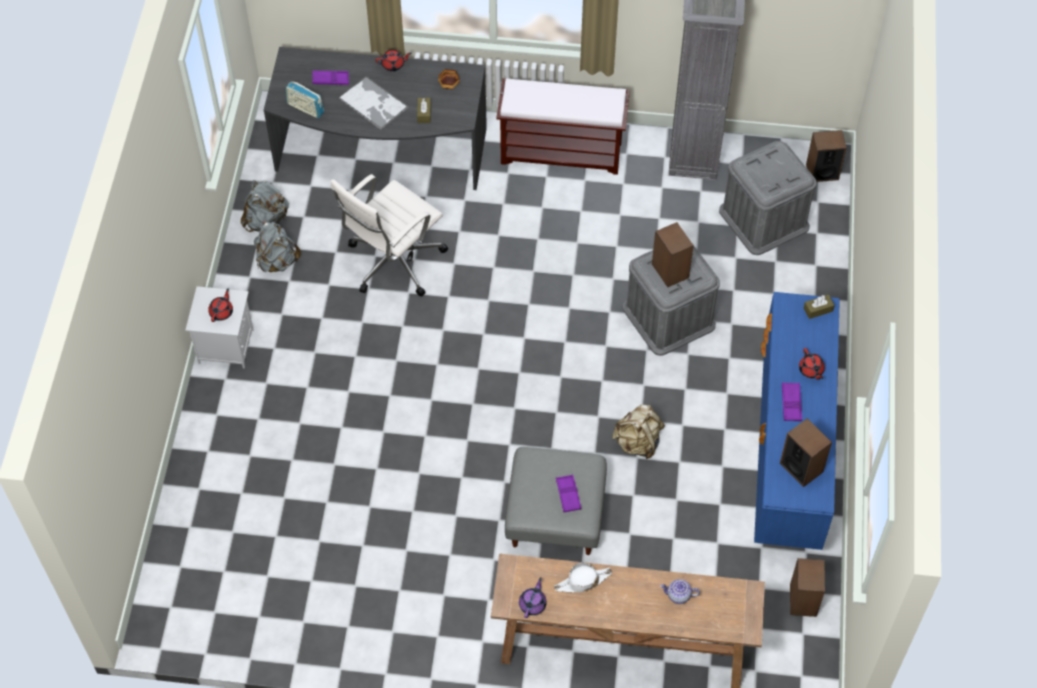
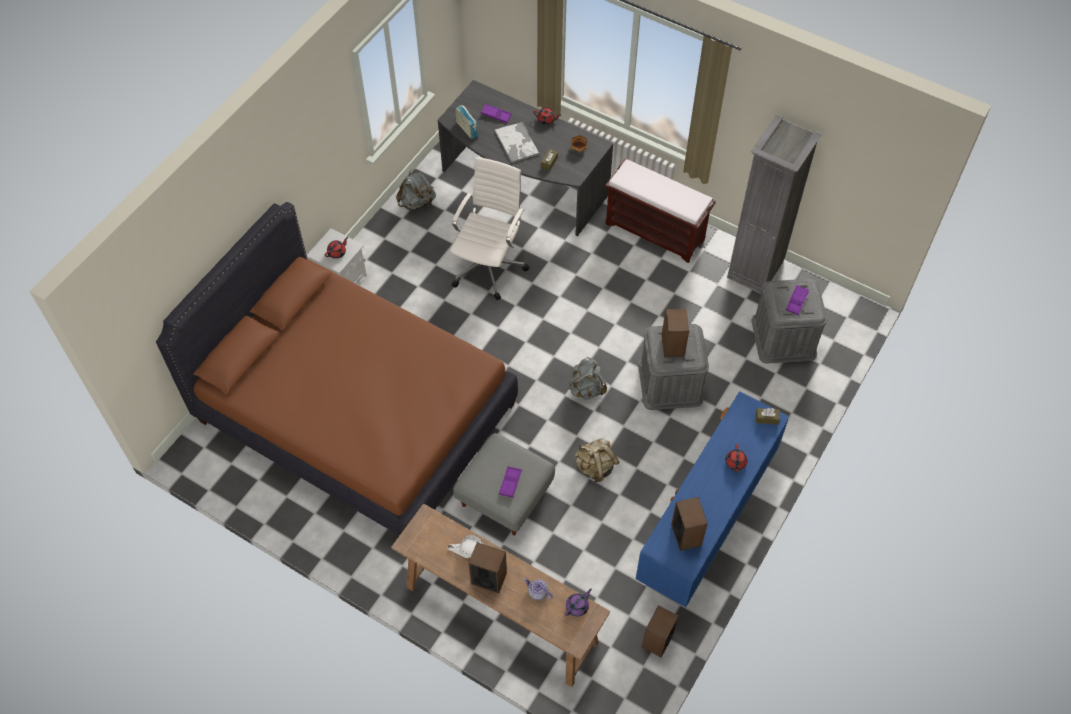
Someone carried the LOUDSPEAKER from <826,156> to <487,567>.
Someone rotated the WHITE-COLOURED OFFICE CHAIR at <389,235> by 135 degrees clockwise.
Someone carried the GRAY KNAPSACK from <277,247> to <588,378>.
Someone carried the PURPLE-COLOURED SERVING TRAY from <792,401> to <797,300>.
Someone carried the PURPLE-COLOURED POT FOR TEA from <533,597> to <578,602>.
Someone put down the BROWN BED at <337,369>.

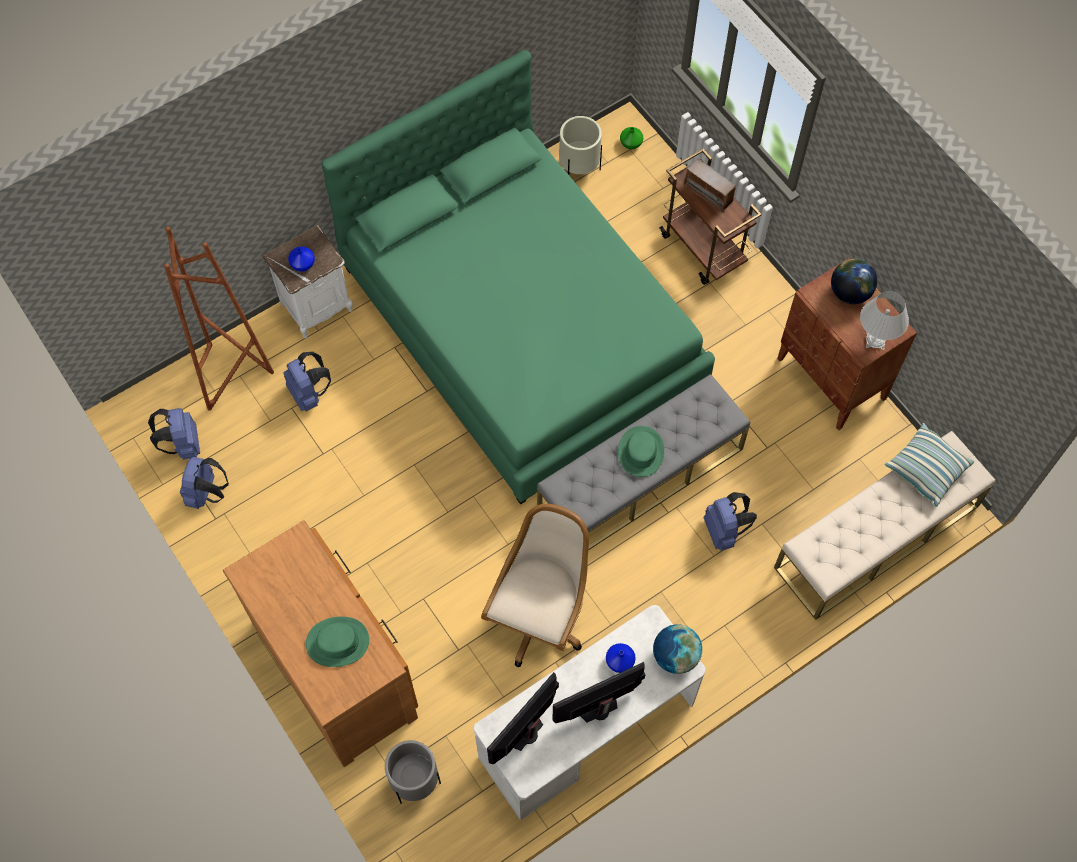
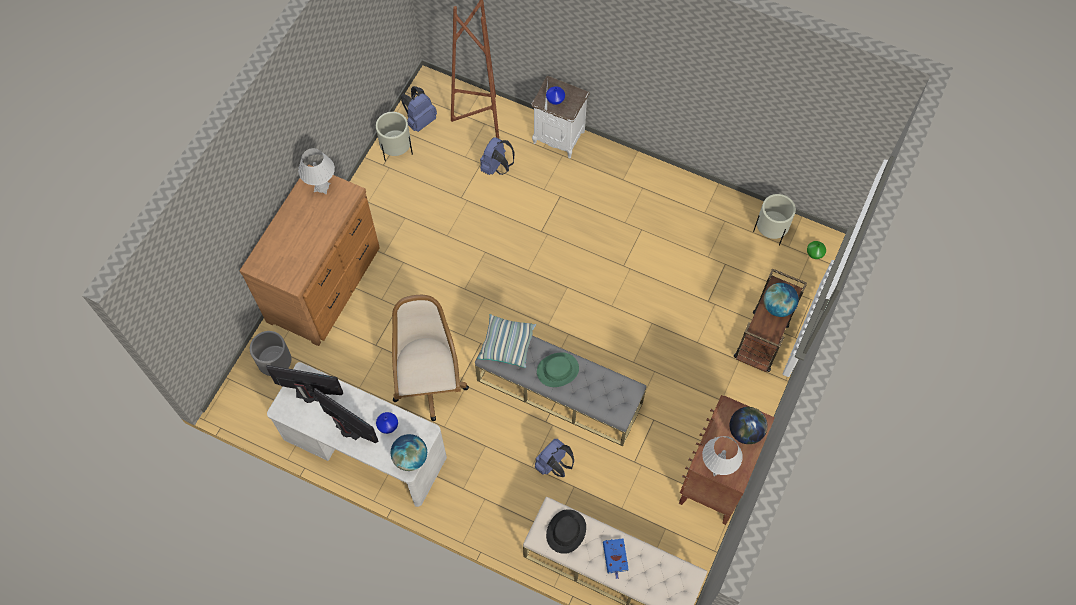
Someone took away the GREENISH BED at <518,277>.
Someone swapped the RADIO SET at <710,186> for the WORLD GLOBE at <781,300>.
Someone carried the CUSHION from <929,465> to <506,341>.
Someone swapped the BLUE KNAPSACK at <204,483> for the BEIGE-COLOURED PLANT POT at <394,137>.
Someone rotated the OFFICE CHAIR at <535,585> by 90 degrees counterclockwise.
Someone took away the GREENISH HAT at <337,642>.
Someone put down the WHITE-COLOURED TABLETOP LAMP at <316,171>.
Someone put down the BLACK-COLOURED HAT at <566,531>.
Someone put down the BLUE BOUND BOOK at <616,558>.

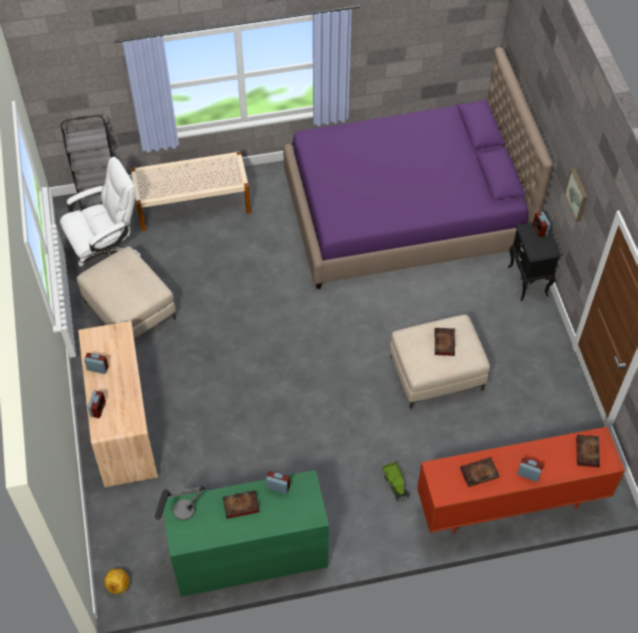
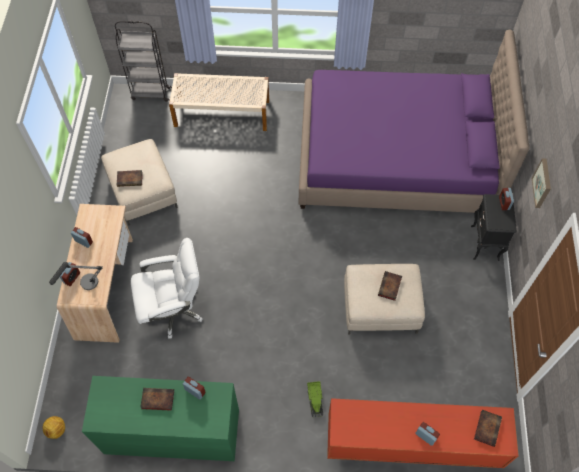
Someone carried the WHITE-COLOURED OFFICE CHAIR from <100,212> to <167,288>.
Someone carried the BOUND BOOK from <479,472> to <130,178>.
Someone carried the TABLETOP LAMP from <180,503> to <76,276>.

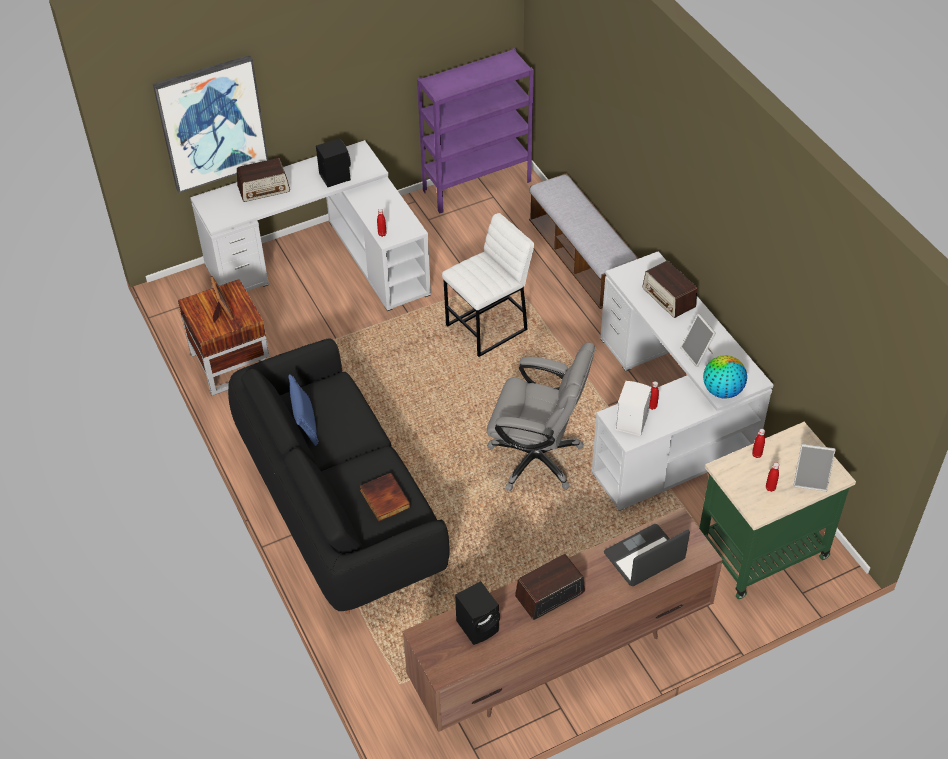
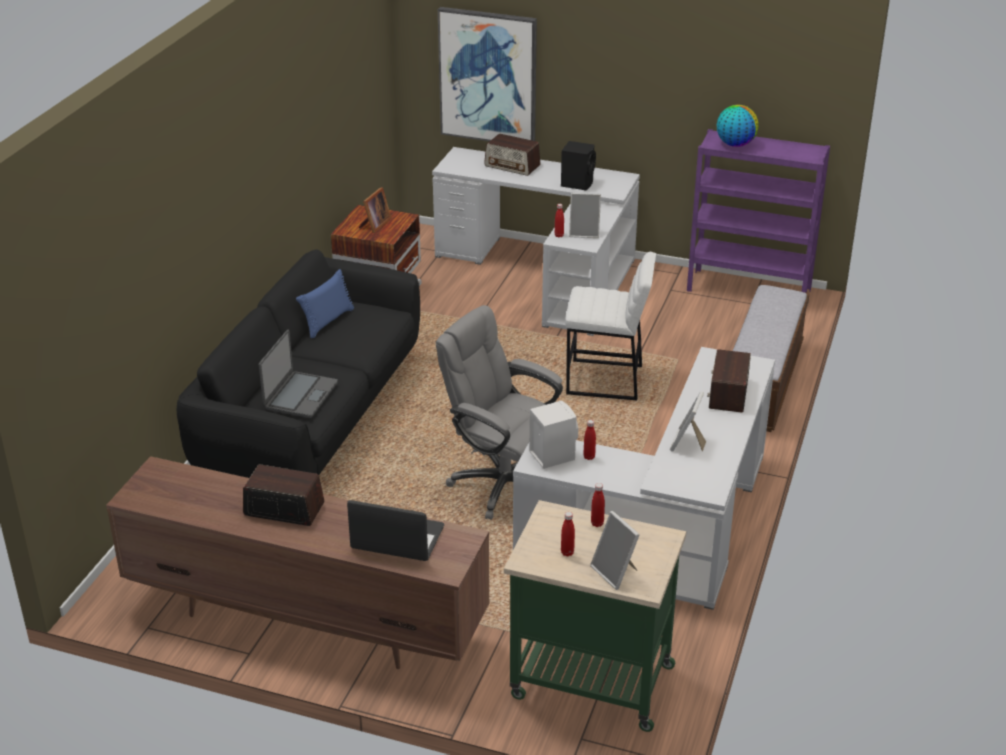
Someone rotated the GRAY OFFICE CHAIR at <541,417> by 150 degrees clockwise.
Someone carried the WORLD GLOBE from <725,377> to <738,126>.
Someone swapped the BOUND BOOK at <385,497> for the NOTEBOOK COMPUTER at <298,373>.
Someone took away the BLACK-COLOURED LOUDSPEAKER at <477,613>.
Someone put down the STANDING FRAME at <585,215>.

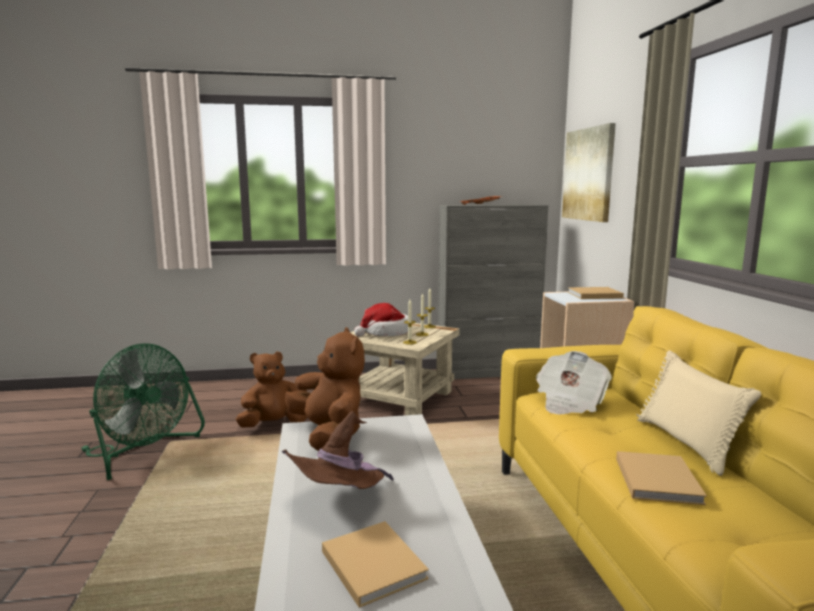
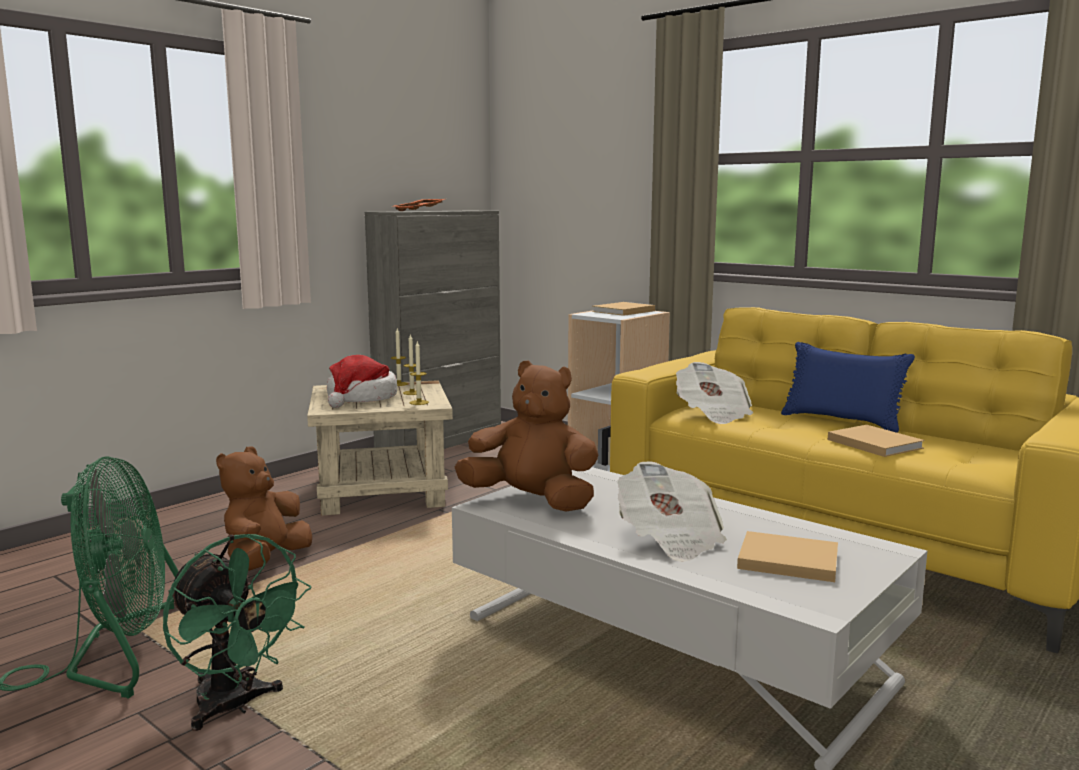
Someone took away the WALL PICTURE at <589,172>.
Someone repainted the BEIGE-COLOURED CUSHION at <698,413>, which became the BLUE CUSHION at <848,387>.
Someone swapped the BROWN HAT at <337,450> for the PRINTED PAPER at <672,511>.
Someone put down the GREENISH ELECTRIC FAN at <237,632>.

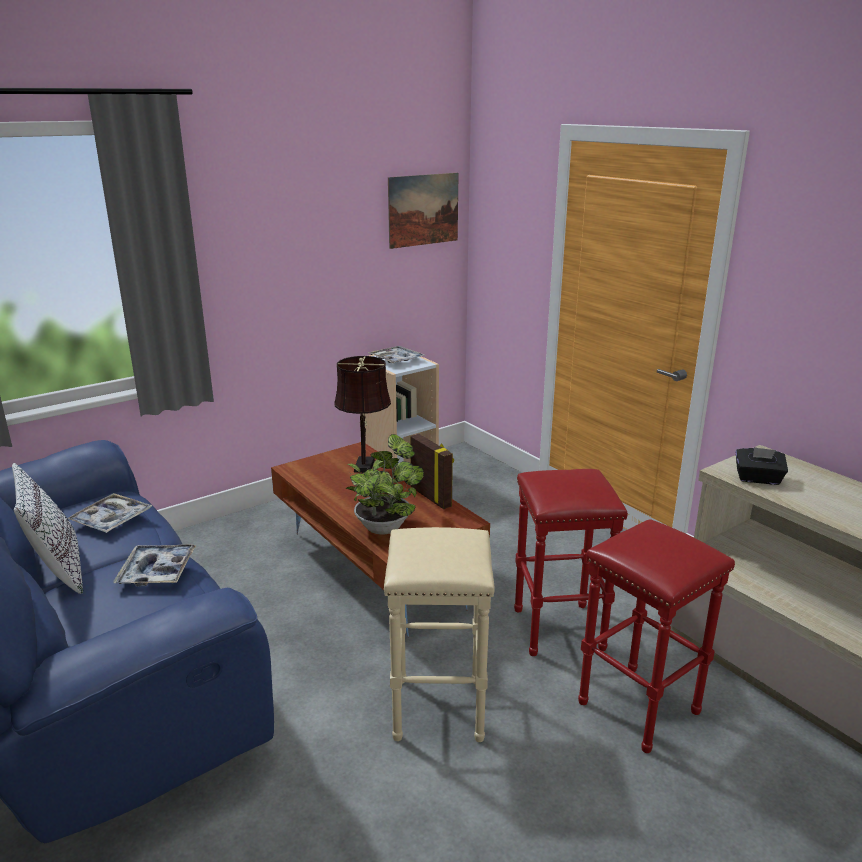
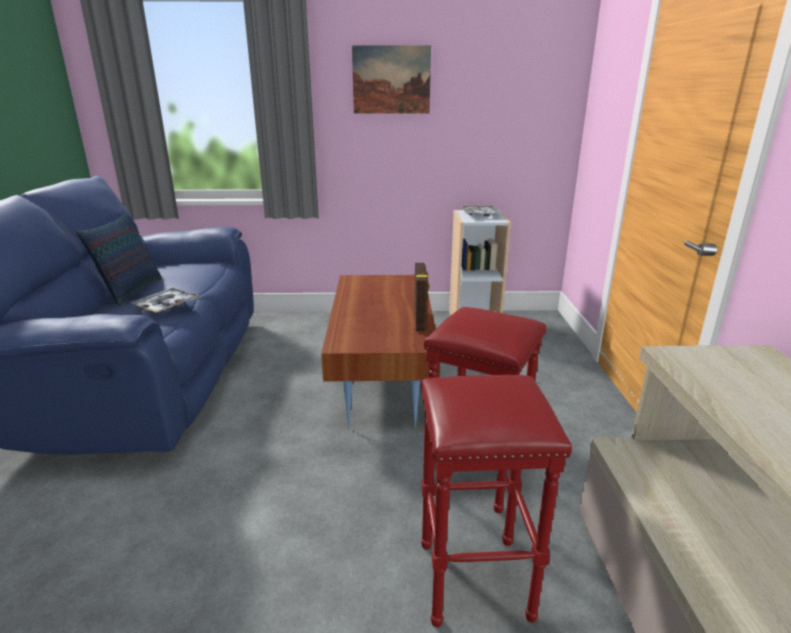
Someone carried the WALL PICTURE from <423,211> to <391,79>.
Someone took away the BROWN TABLETOP LAMP at <362,414>.
Someone took away the HOUSEPLANT at <385,484>.
Someone took away the BLACK-COLOURED TISSUE BOX at <762,466>.
Someone repainted the WHITE-COLOURED CUSHION at <47,528>, which became the BLUE CUSHION at <119,260>.
Someone took away the SERVING TRAY at <109,513>.
Someone took away the BEIGE-COLOURED STOOL SEAT at <439,634>.

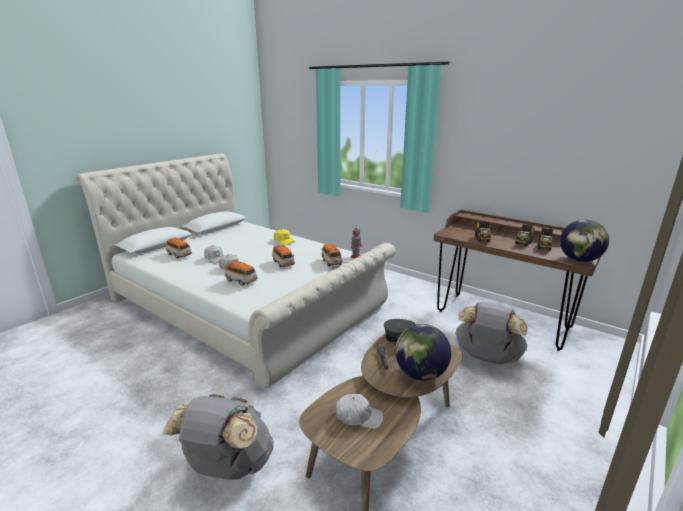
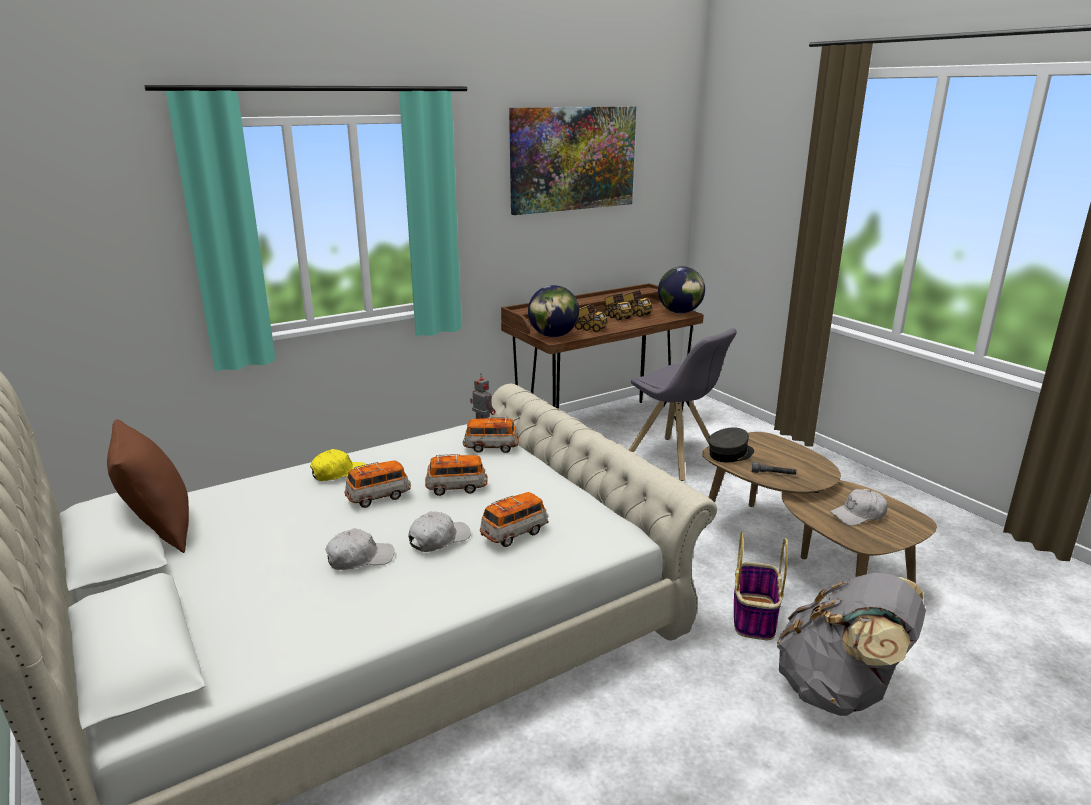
Someone carried the MODEL CAR from <179,248> to <377,484>.
Someone swapped the GRAY KNAPSACK at <491,333> for the GRAY PLAIN CHAIR at <683,404>.
Someone carried the WORLD GLOBE from <423,352> to <553,311>.
Someone rotated the WHITE-COLOURED PEAKED CAP at <360,411> by 135 degrees counterclockwise.
Someone put up the WALL PICTURE at <572,160>.
Someone put down the BROWN CUSHION at <148,486>.
Someone put down the STORAGE BASKET at <761,586>.

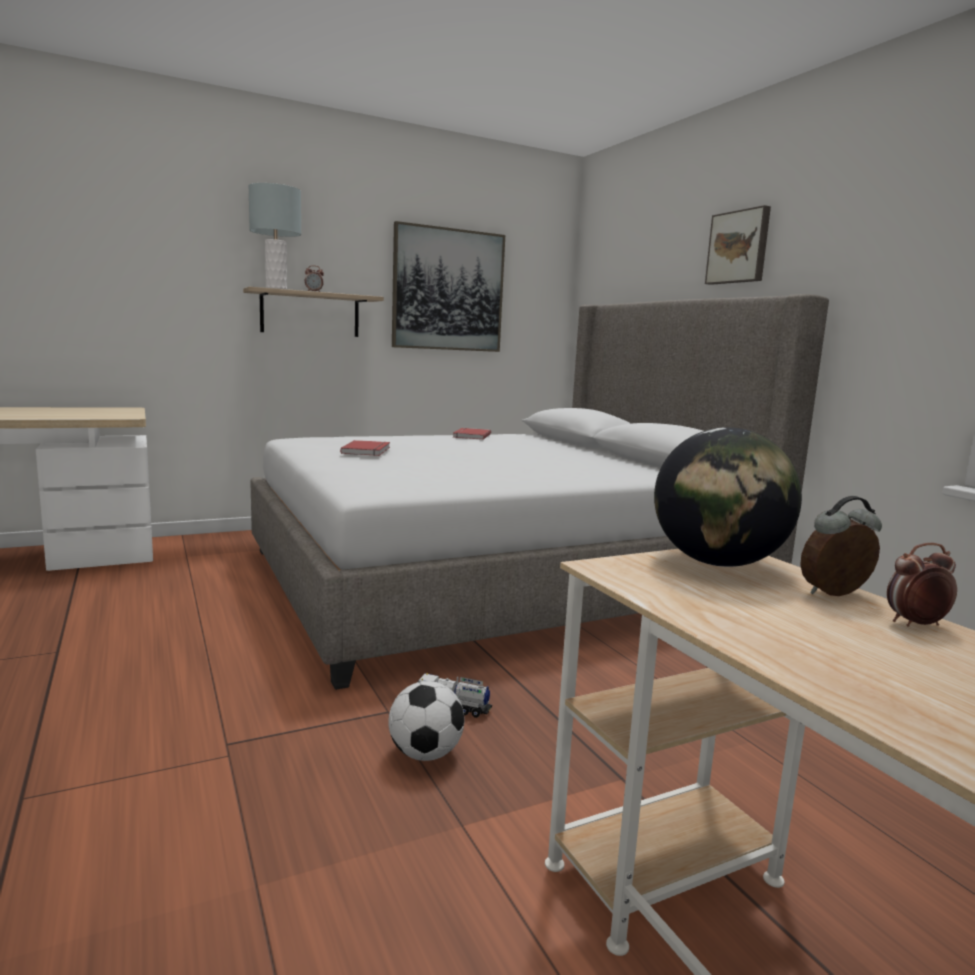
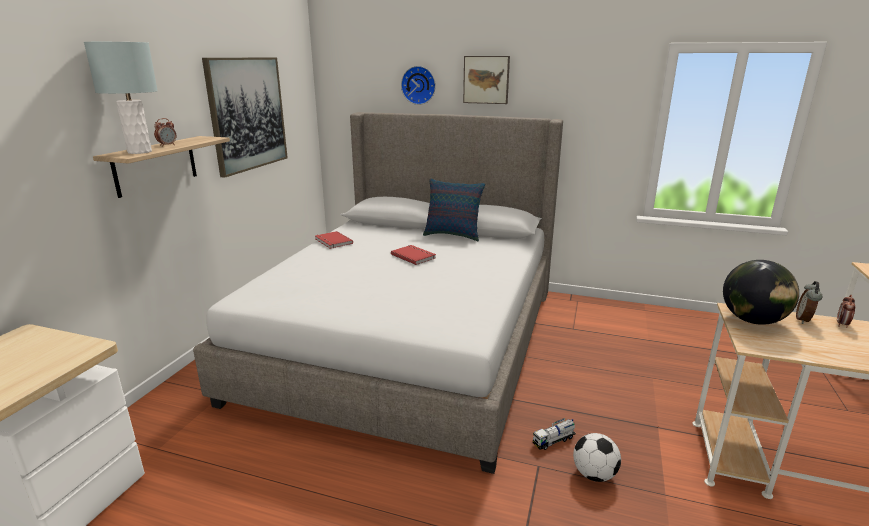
Someone carried the RED BOUND BOOK from <365,448> to <413,255>.
Someone put up the WALL CLOCK at <418,85>.
Someone put down the BLUE CUSHION at <454,209>.

